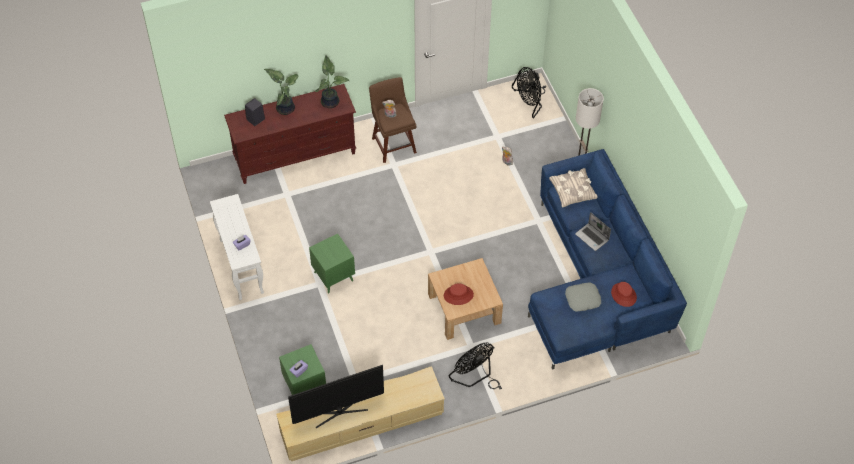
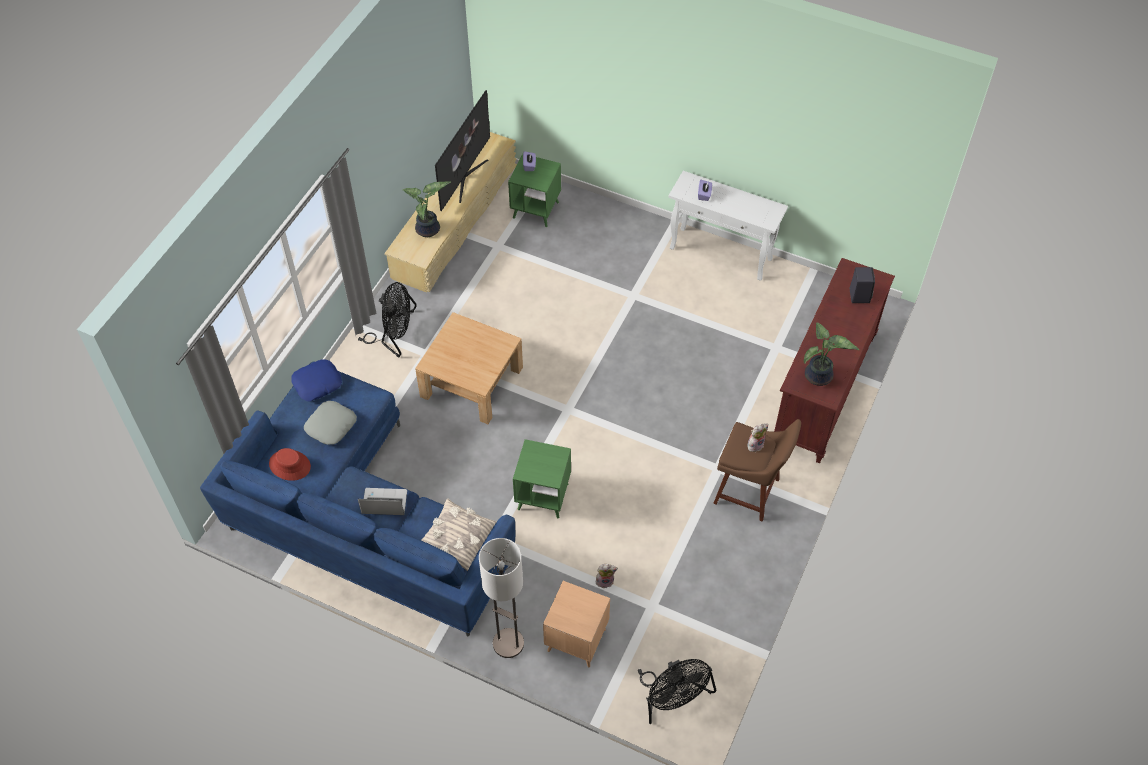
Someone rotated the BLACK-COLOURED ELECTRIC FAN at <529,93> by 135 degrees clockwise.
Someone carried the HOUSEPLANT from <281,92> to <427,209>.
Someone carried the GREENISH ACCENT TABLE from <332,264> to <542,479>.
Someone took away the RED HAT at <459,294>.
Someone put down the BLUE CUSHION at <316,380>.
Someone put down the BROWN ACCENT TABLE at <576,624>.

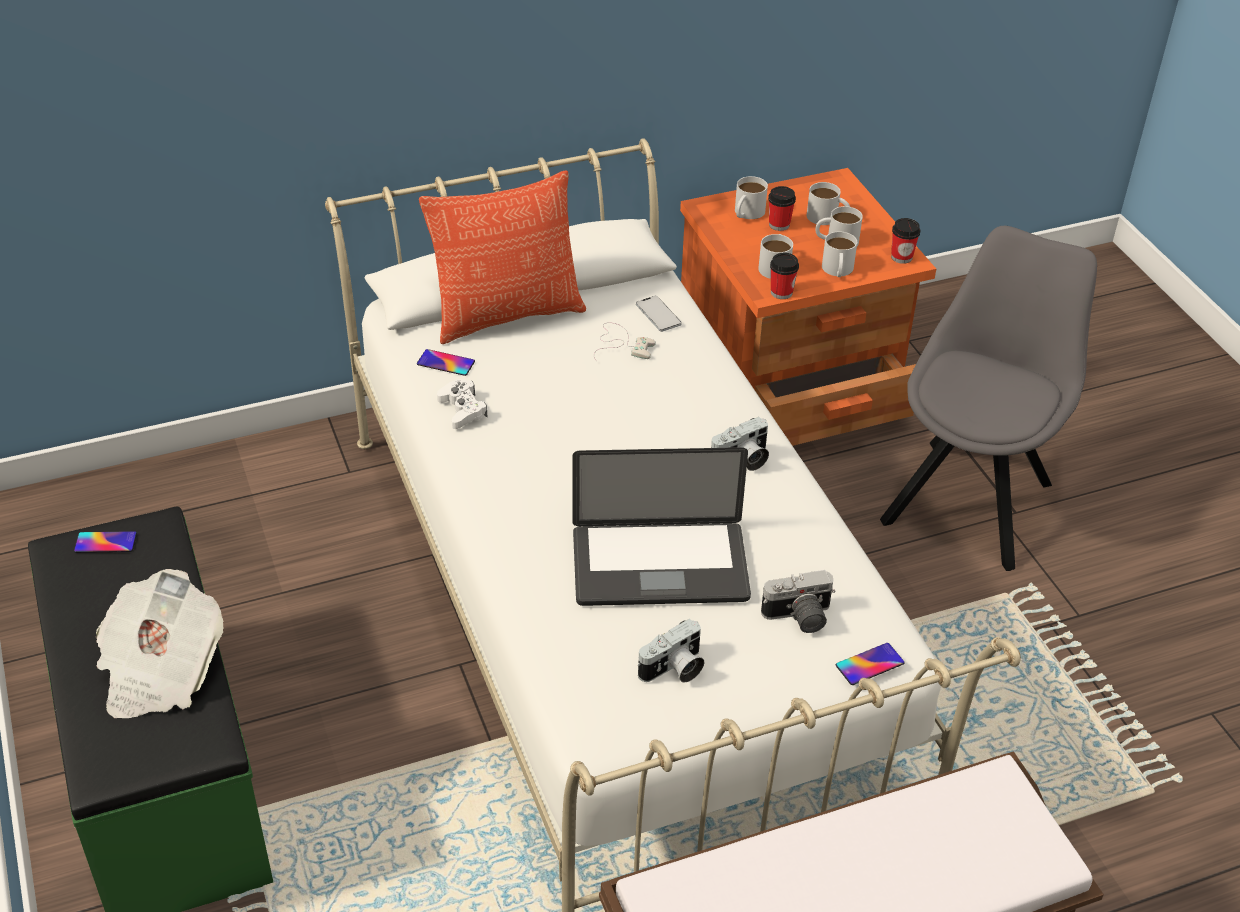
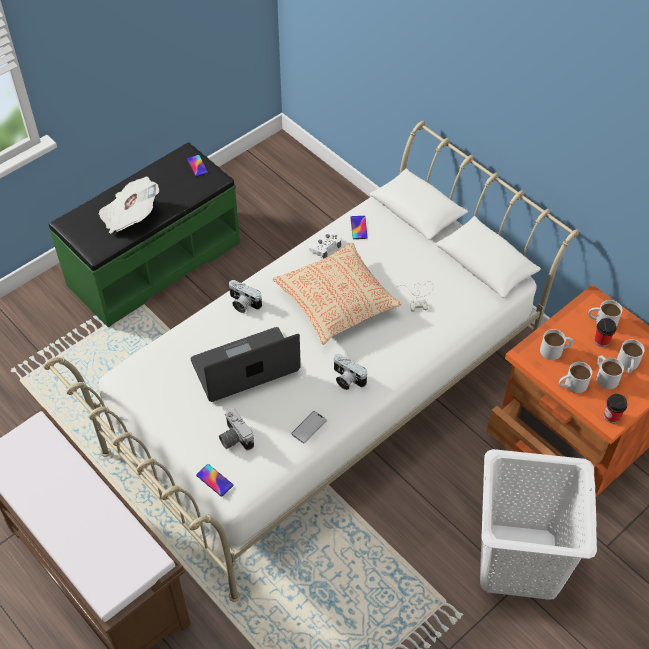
Someone took away the ORANGE CUSHION at <502,257>.
Someone swapped the GRAY PLAIN CHAIR at <988,398> for the WHITE-COLOURED HAMPER at <538,524>.
Someone took away the SMALL CUP at <784,276>.
Someone carried the PHONE from <659,314> to <309,427>.
Someone rotated the NOTEBOOK COMPUTER at <661,526> by 90 degrees clockwise.
Someone carried the PHOTO CAMERA from <671,651> to <245,296>.
Someone put down the BEIGE-COLOURED CUSHION at <337,293>.

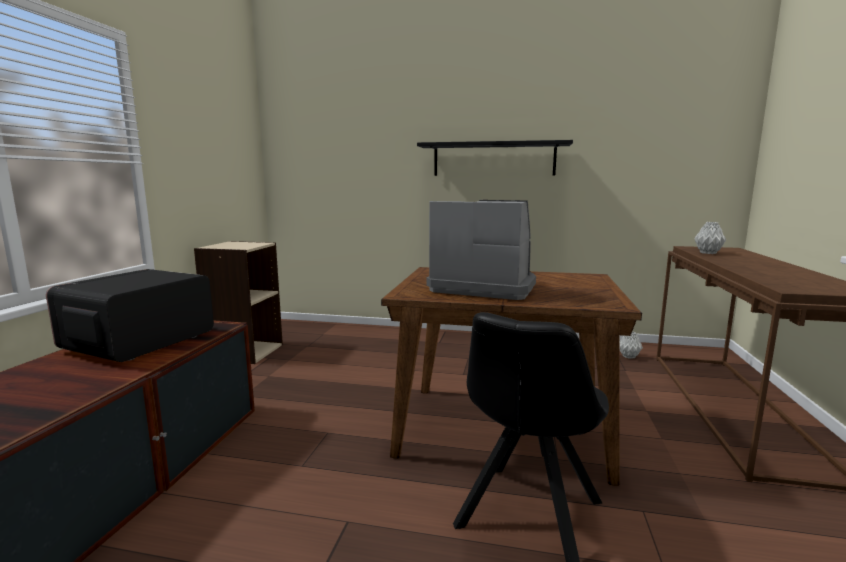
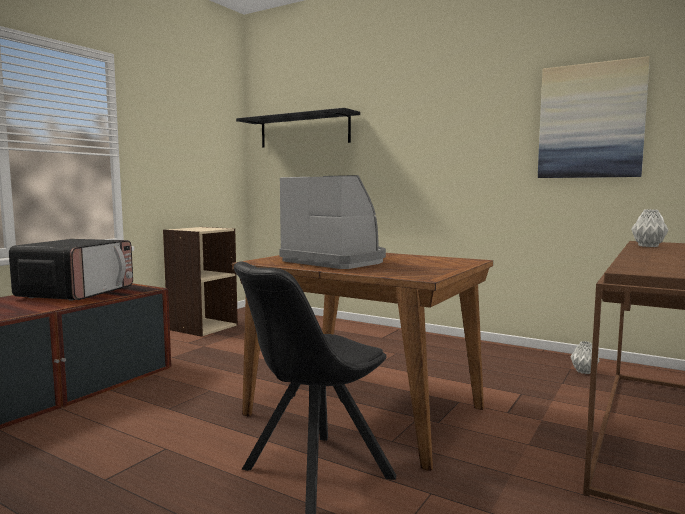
Someone carried the BLACK-COLOURED SHELF from <495,158> to <298,128>.
Someone rotated the MICROWAVE OVEN at <130,315> by 150 degrees clockwise.
Someone put up the WALL PICTURE at <594,117>.

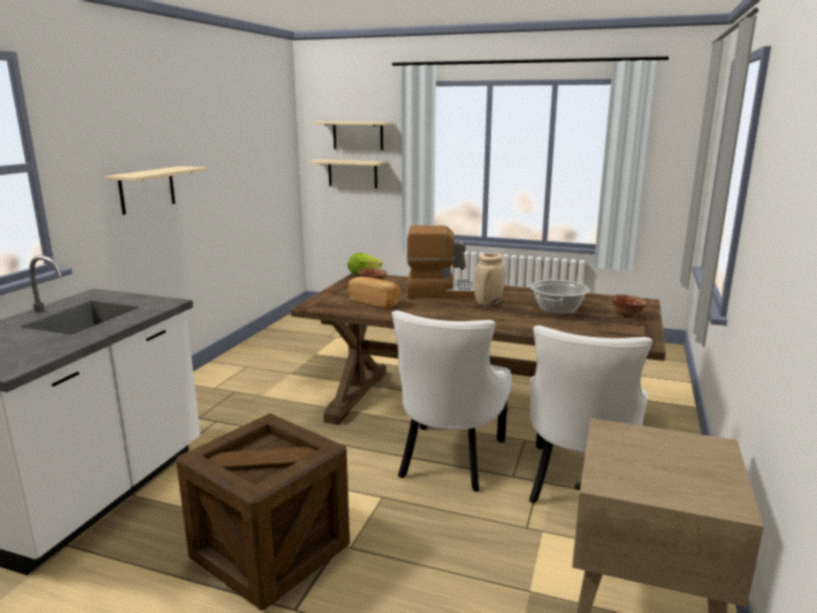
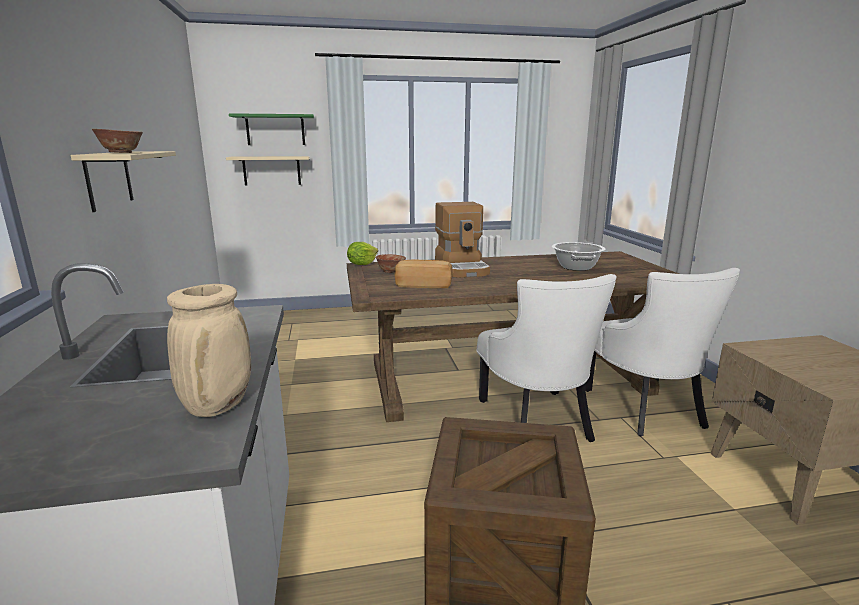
Someone repainted the BEIGE-COLOURED SHELF at <353,135>, which became the GREENISH SHELF at <271,129>.
Someone rotated the COFFEE MACHINE at <441,262> by 105 degrees clockwise.
Someone carried the BEIGE-COLOURED FLOWER VASE from <489,279> to <209,350>.
Someone carried the SERVING BOWL from <629,306> to <117,141>.

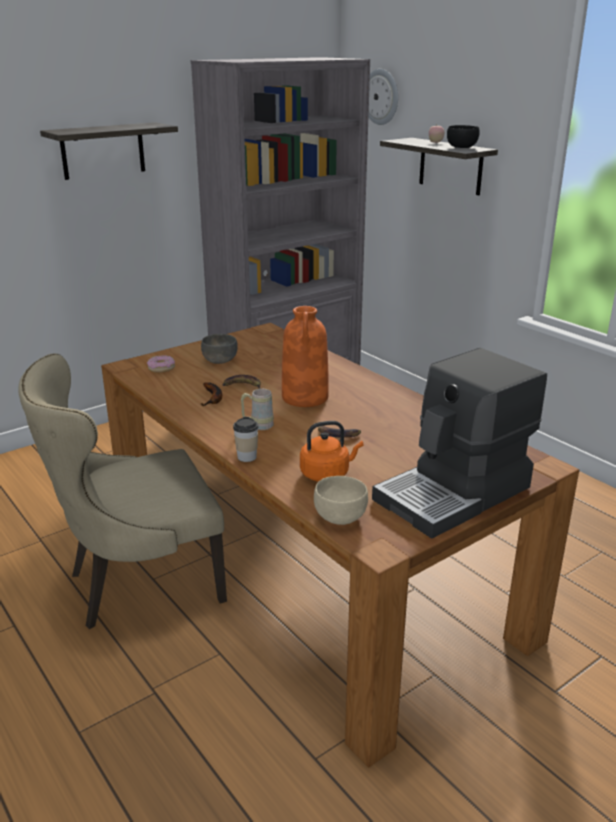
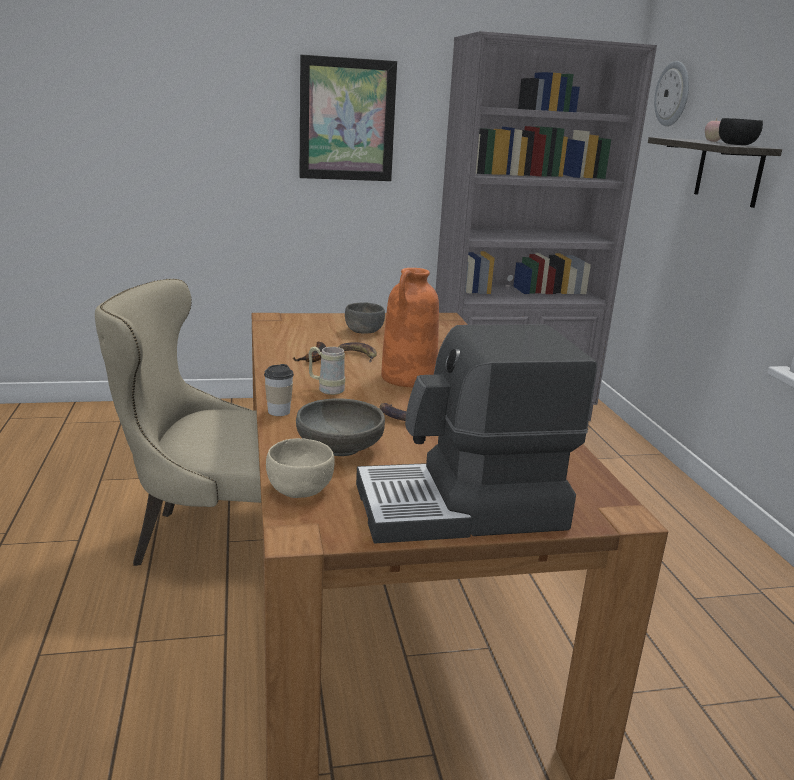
Someone swapped the SHELF at <109,151> for the WALL PICTURE at <348,118>.
Someone took away the DONUT at <161,364>.
Someone swapped the ORANGE TEA KETTLE at <331,451> for the GRAY SERVING BOWL at <340,427>.

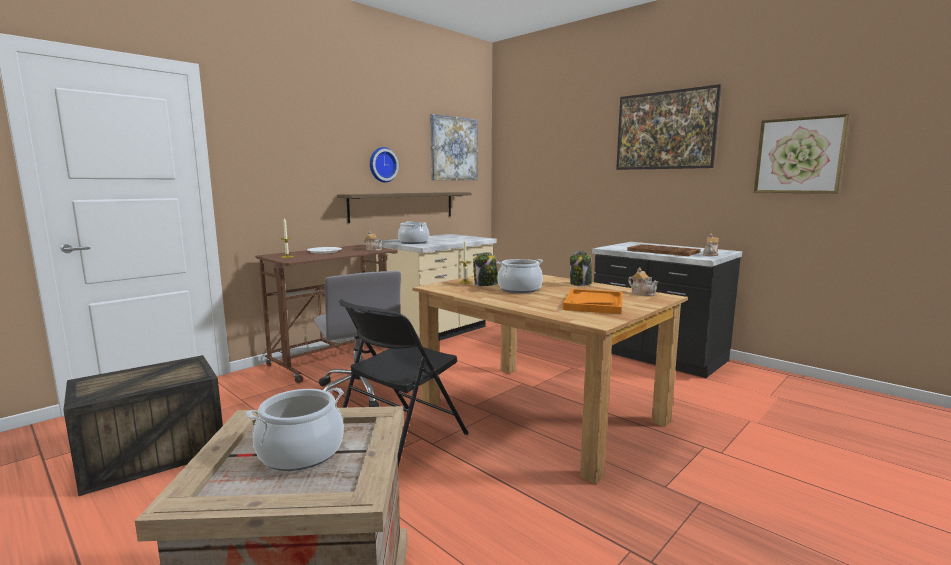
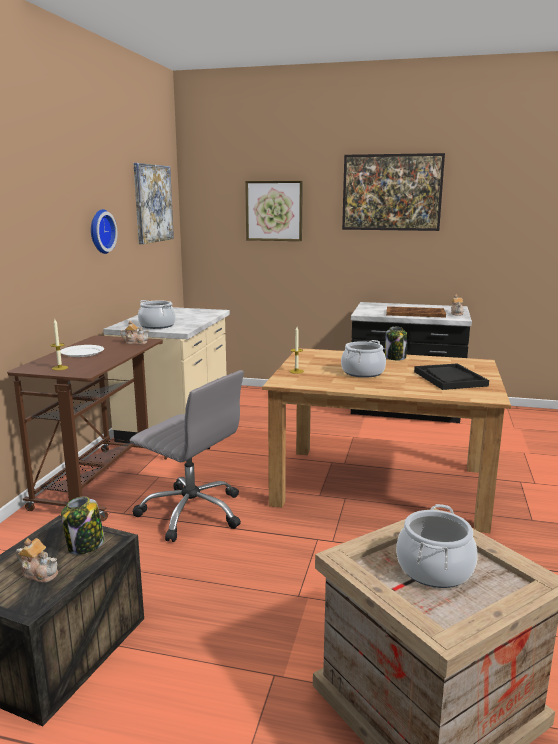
Someone carried the WALL PICTURE from <801,154> to <274,211>.
Someone took away the SHELF at <404,207>.
Someone carried the STORAGE JAR from <485,269> to <83,525>.
Someone carried the POT FOR TEA from <643,281> to <37,560>.
Someone repainted the ORANGE SERVING TRAY at <593,301>, which became the BLACK-COLOURED SERVING TRAY at <451,376>.
Someone took away the BLACK-COLOURED PLAIN CHAIR at <404,383>.

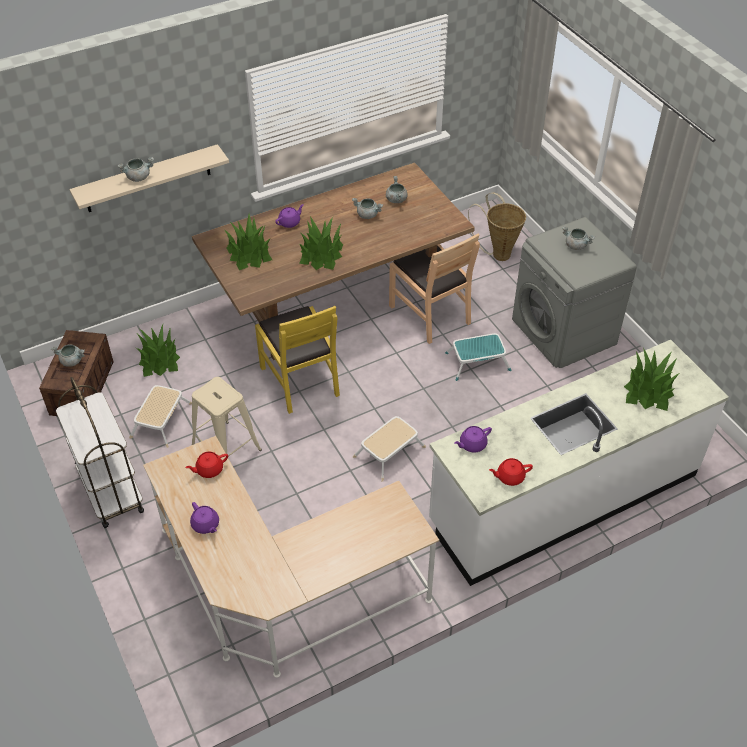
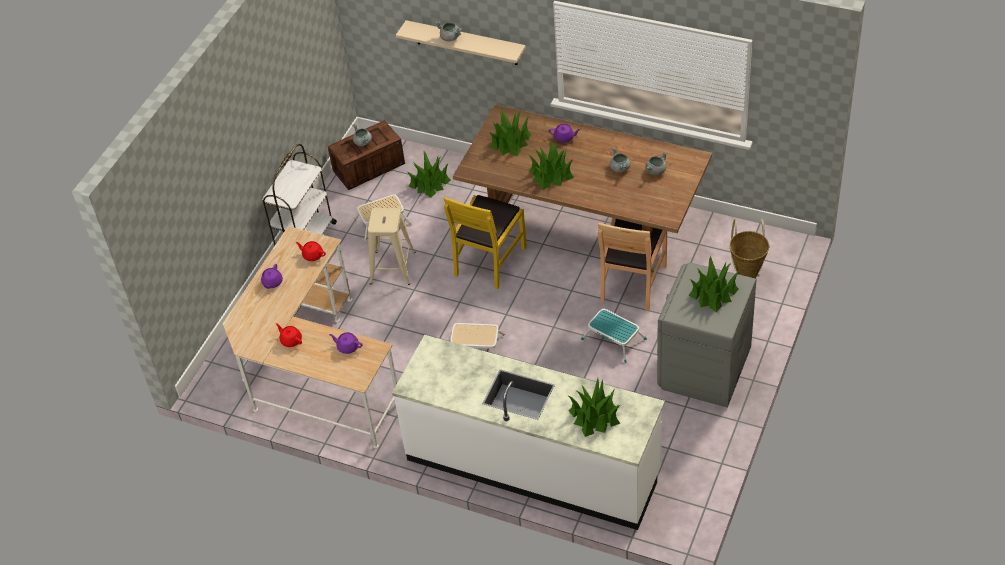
Someone swapped the GRAY SAUCEPOT at <578,238> for the HOUSEPLANT at <713,284>.
Someone carried the PURPLE-COLOURED POT FOR TEA from <473,439> to <346,343>.
Someone carried the RED POT FOR TEA from <511,472> to <289,335>.

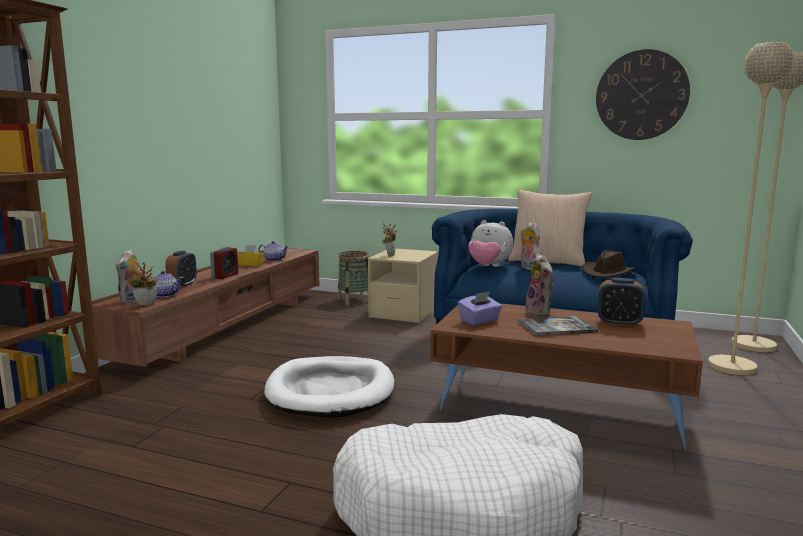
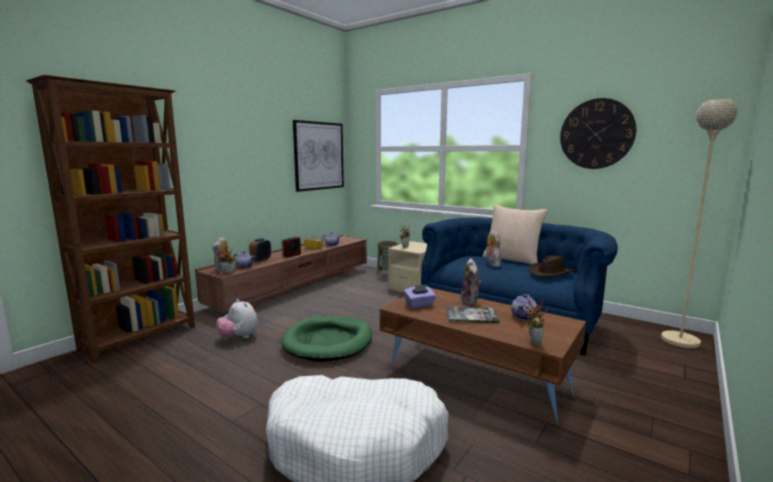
Someone took away the BEIGE-COLOURED STANDING LAMP at <751,208>.
Someone carried the CUDDLY TOY from <491,243> to <237,319>.
Someone swapped the ALARM CLOCK at <622,302> for the POT FOR TEA at <524,307>.
Someone repainted the WHITE-COLOURED DOG CUSHION at <329,387>, which became the GREENISH DOG CUSHION at <326,339>.
Someone put up the WALL PICTURE at <318,156>.
Someone put down the HOUSEPLANT at <536,322>.

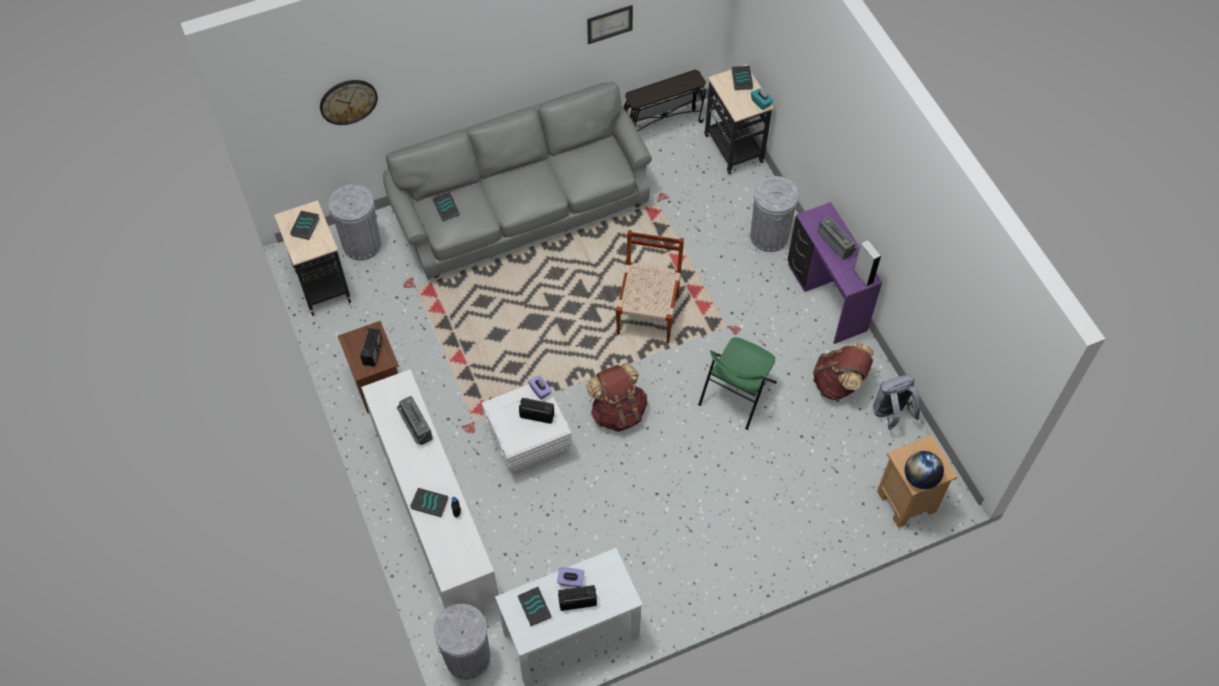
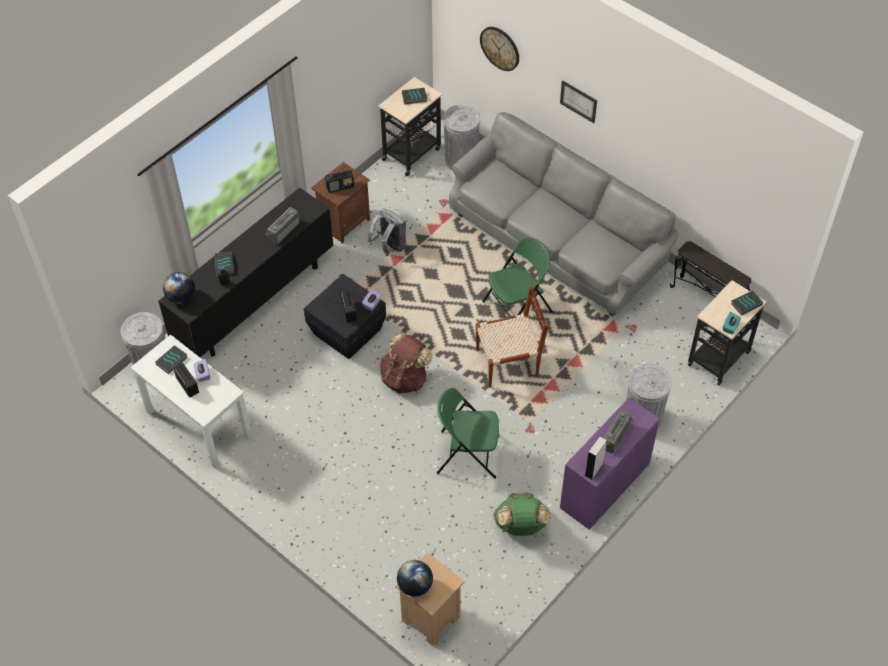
Someone carried the WALL PICTURE from <610,24> to <578,101>.
Someone took away the BOUND BOOK at <446,206>.
Someone repainted the BROWN KNAPSACK at <843,371>, which became the GREENISH KNAPSACK at <522,514>.
Someone repainted the WHITE-COLOURED CABINET at <430,489>, which became the BLACK-COLOURED CABINET at <246,272>.
Someone carried the GRAY KNAPSACK from <896,402> to <386,232>.
Someone repainted the WHITE-COLOURED STORAGE BOX at <527,426>, which became the BLACK-COLOURED STORAGE BOX at <345,316>.
Someone put down the GREENISH PLAIN CHAIR at <517,277>.
Someone put down the WORLD GLOBE at <179,288>.

